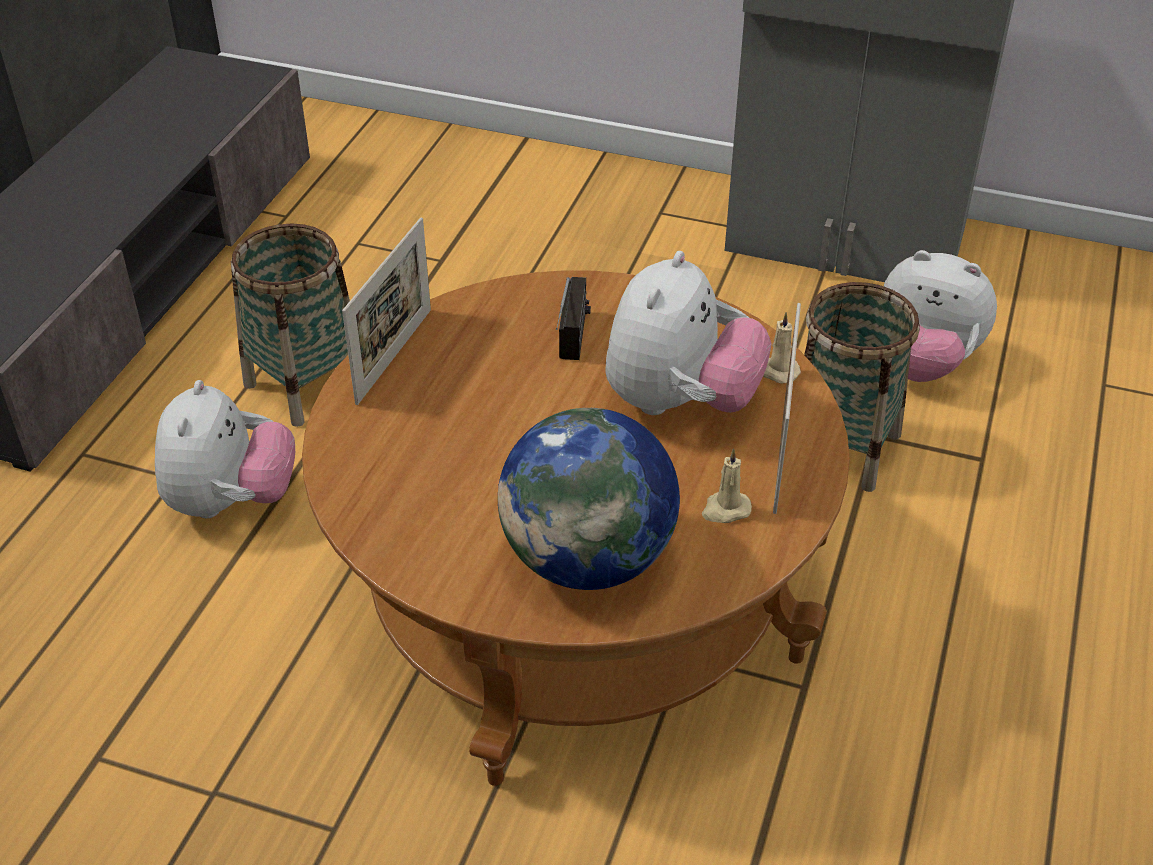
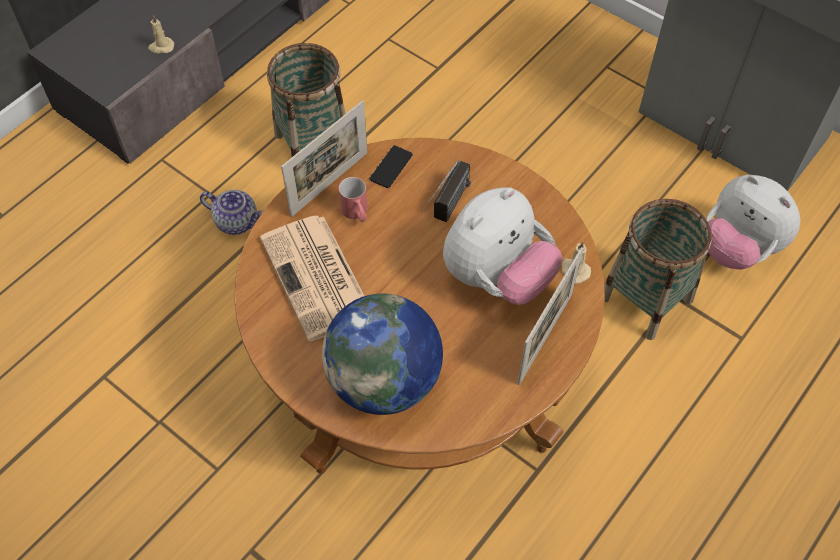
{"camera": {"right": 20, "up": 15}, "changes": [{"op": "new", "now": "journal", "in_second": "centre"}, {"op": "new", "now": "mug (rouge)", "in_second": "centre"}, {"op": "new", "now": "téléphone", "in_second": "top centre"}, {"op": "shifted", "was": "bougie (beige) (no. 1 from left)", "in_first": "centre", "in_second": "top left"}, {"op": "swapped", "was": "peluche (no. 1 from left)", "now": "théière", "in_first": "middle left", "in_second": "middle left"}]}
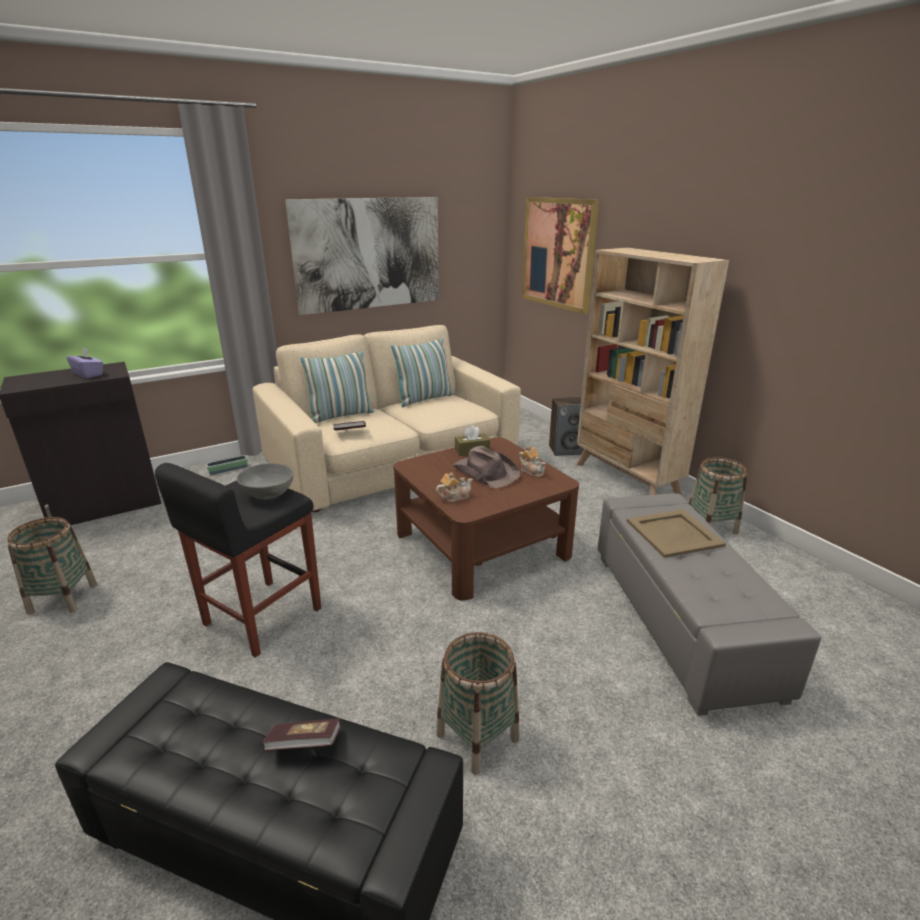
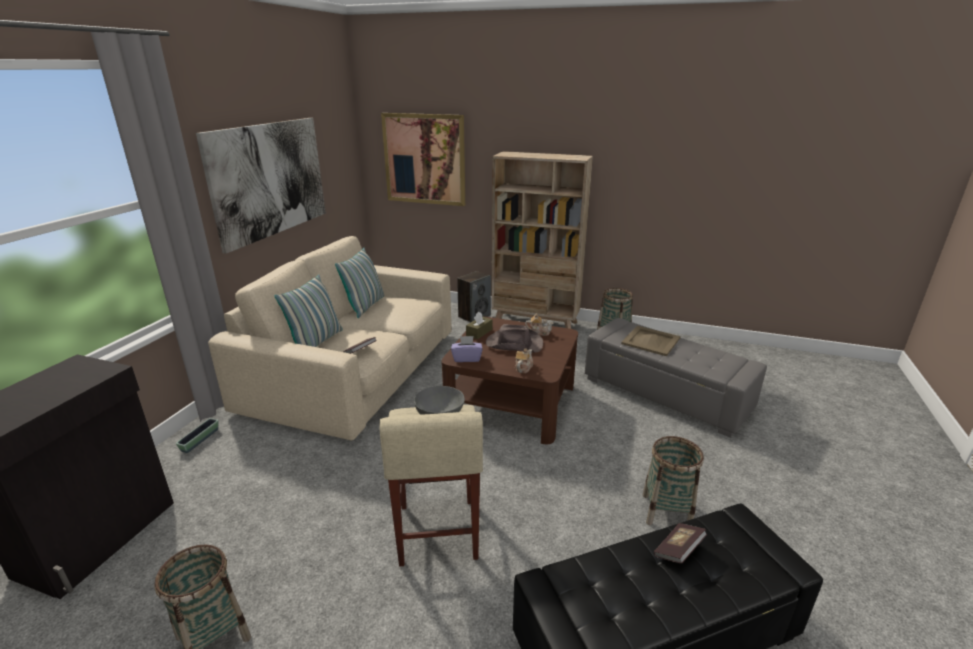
{"camera": {"right": -40, "up": 0}, "changes": [{"op": "shifted", "was": "boîte à mouchoirs (violet)", "in_first": "middle left", "in_second": "centre"}, {"op": "repainted", "was": "tabouret (noir)", "now": "tabouret (beige)", "in_first": "middle left", "in_second": "bottom centre"}]}
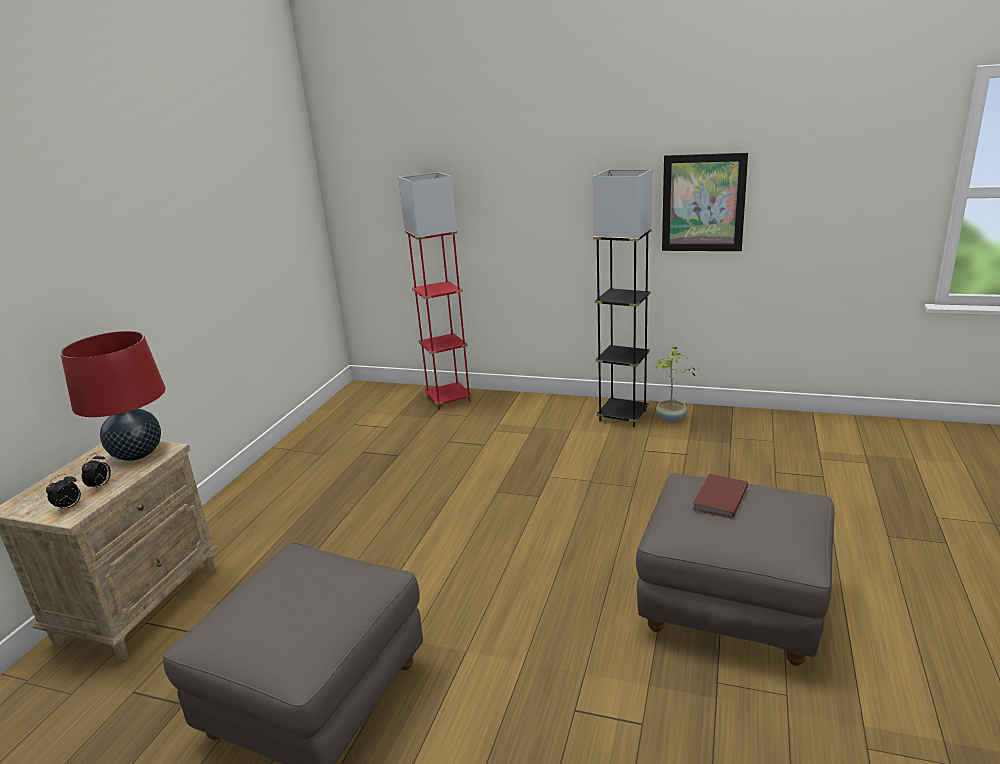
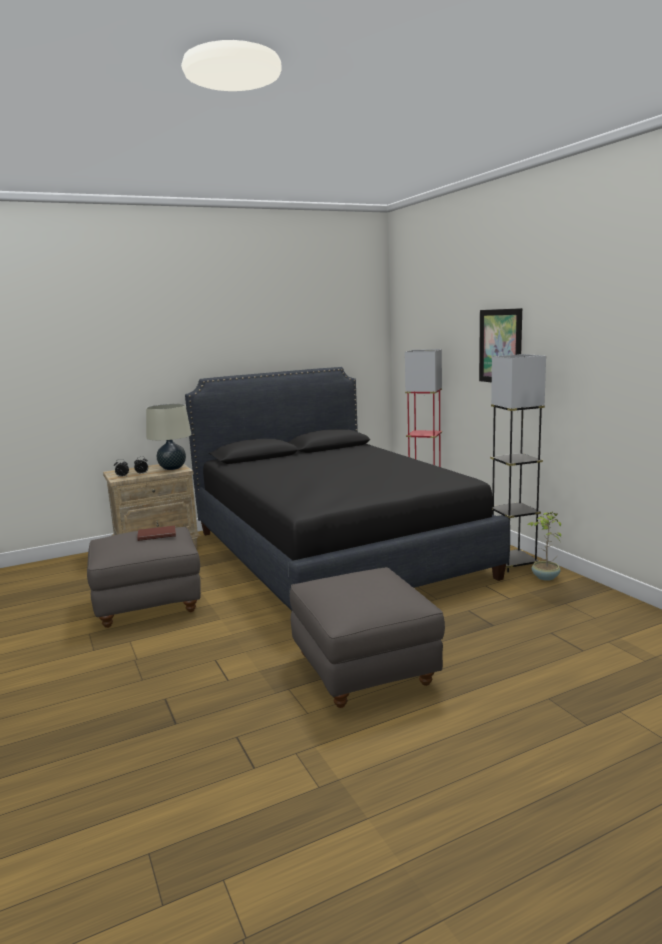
{"camera": {"right": 45, "up": -10}, "changes": [{"op": "new", "now": "lit (noir)", "in_second": "centre"}, {"op": "shifted", "was": "tableau", "in_first": "top right", "in_second": "middle right"}, {"op": "shifted", "was": "livre (marron)", "in_first": "middle right", "in_second": "middle left"}, {"op": "repainted", "was": "lampe de table (rouge)", "now": "lampe de table (beige)", "in_first": "middle left", "in_second": "middle left"}]}
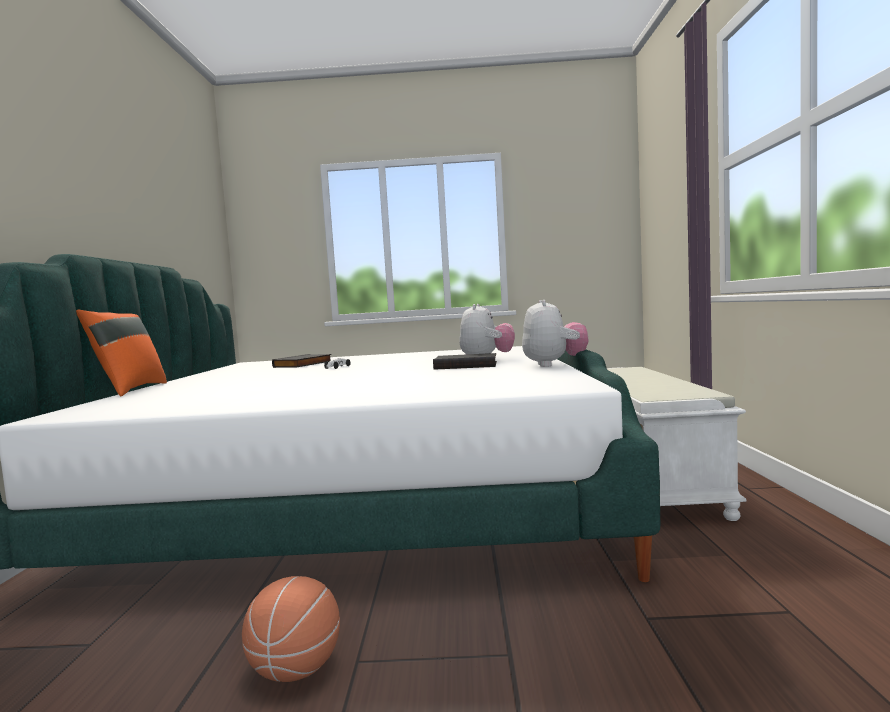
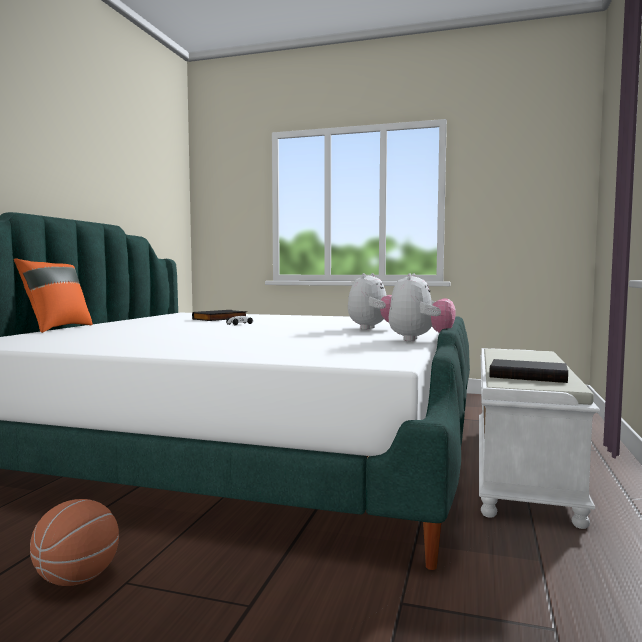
{"camera": {"right": 15, "up": 0}, "changes": [{"op": "shifted", "was": "livre (noir) (no. 2 from left)", "in_first": "centre", "in_second": "middle right"}]}
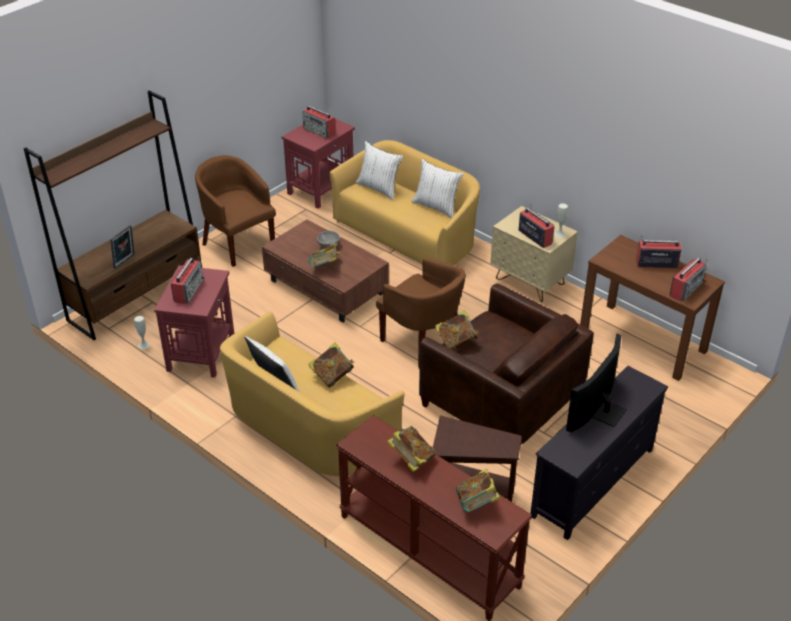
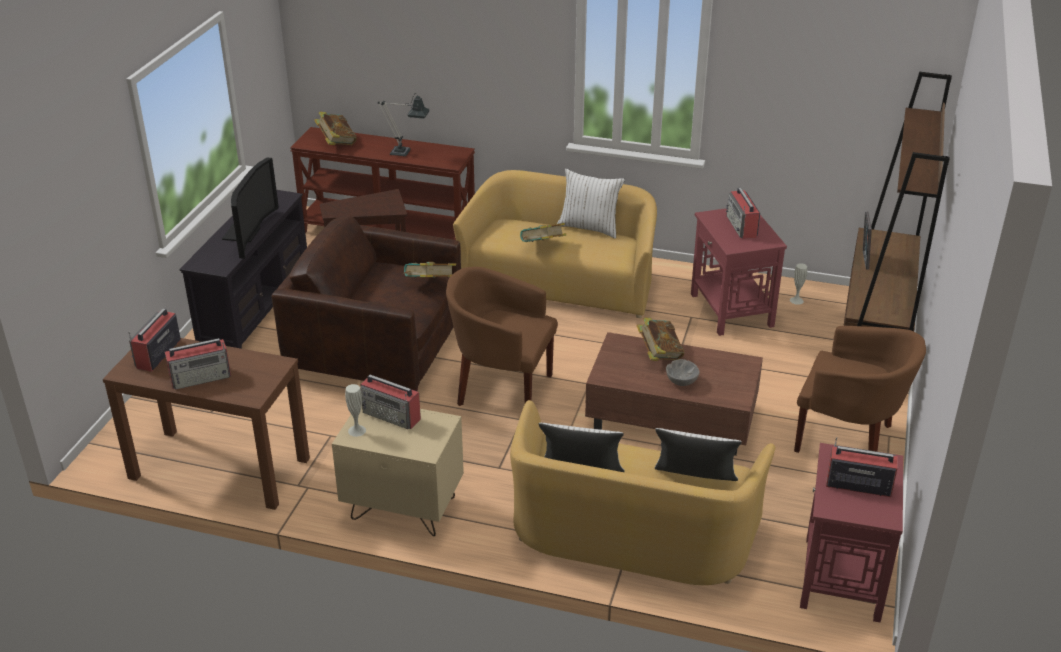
{"camera": {"right": 155, "up": -5}, "changes": [{"op": "swapped", "was": "livre (no. 3 from left)", "now": "lampe de table", "in_first": "bottom centre", "in_second": "top centre"}]}
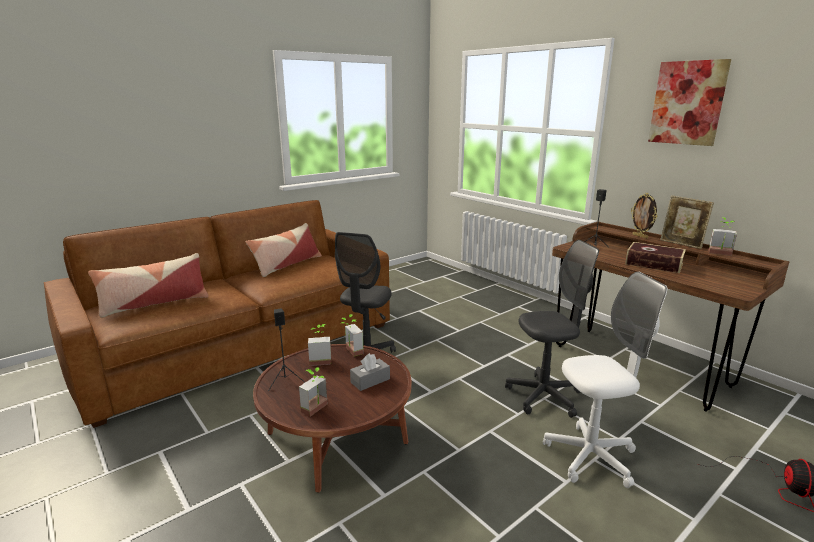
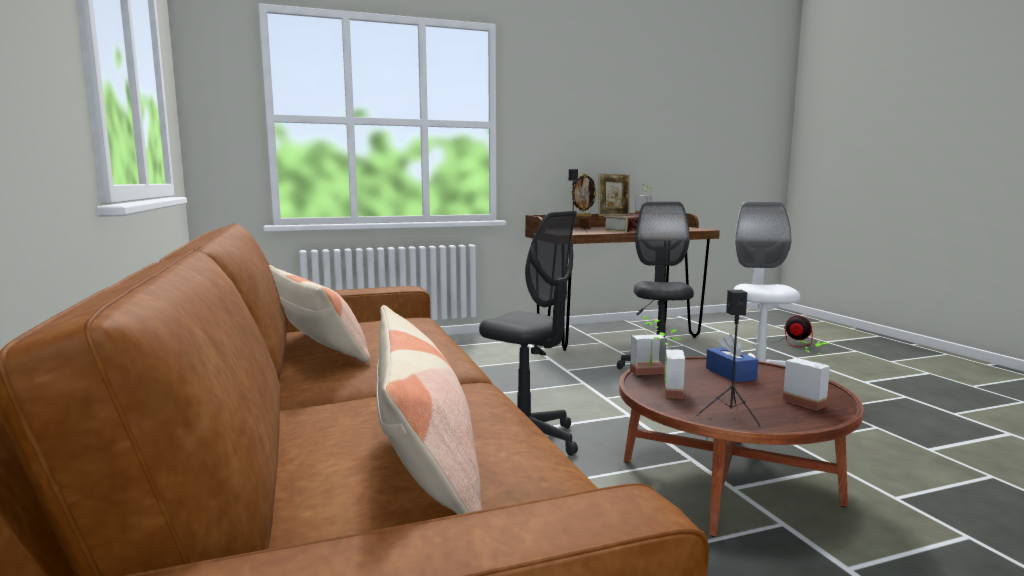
{"camera": {"right": -70, "up": -10}, "changes": [{"op": "gone", "was": "tableau", "in_first": "top right"}, {"op": "repainted", "was": "boîte à mouchoirs (gris)", "now": "boîte à mouchoirs (bleu)", "in_first": "bottom centre", "in_second": "middle right"}]}
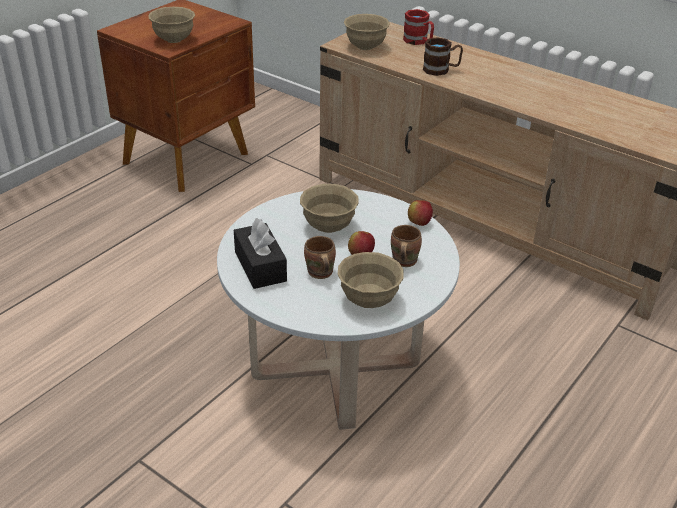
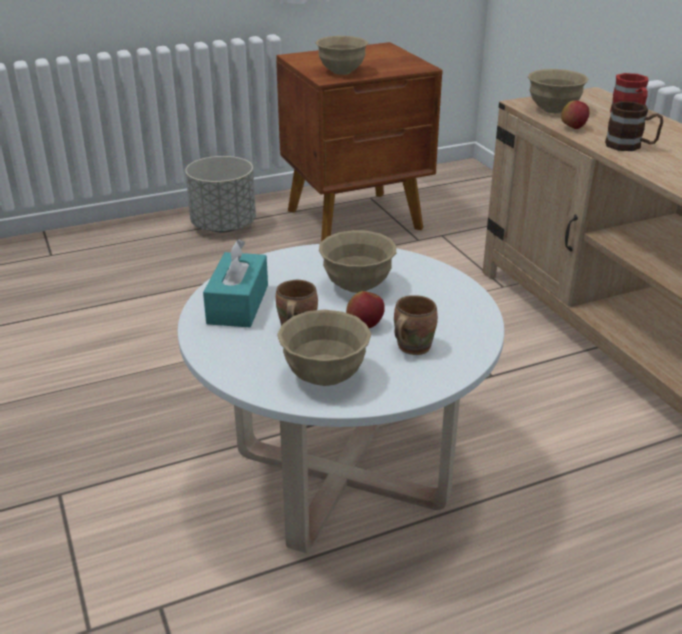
{"camera": {"right": 30, "up": -5}, "changes": [{"op": "new", "now": "cache-pot (gris)", "in_second": "top left"}, {"op": "shifted", "was": "pomme (no. 2 from left)", "in_first": "centre", "in_second": "top right"}, {"op": "repainted", "was": "boîte à mouchoirs (noir)", "now": "boîte à mouchoirs (turquoise)", "in_first": "centre", "in_second": "centre"}]}
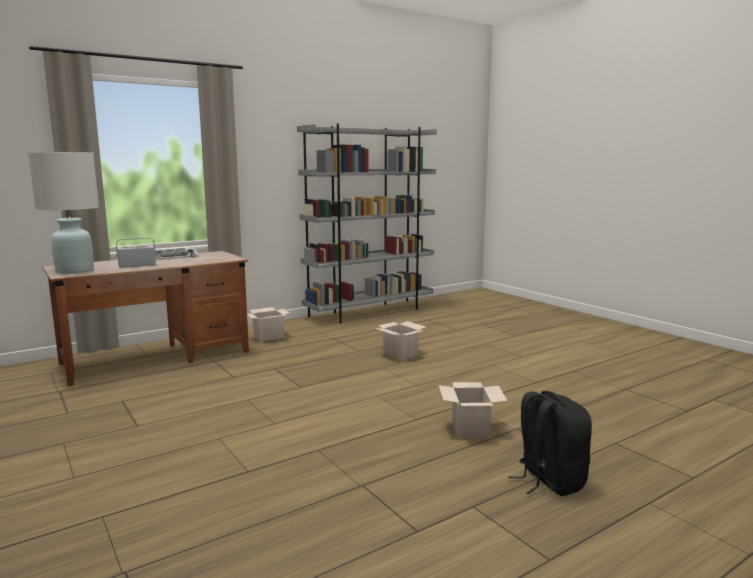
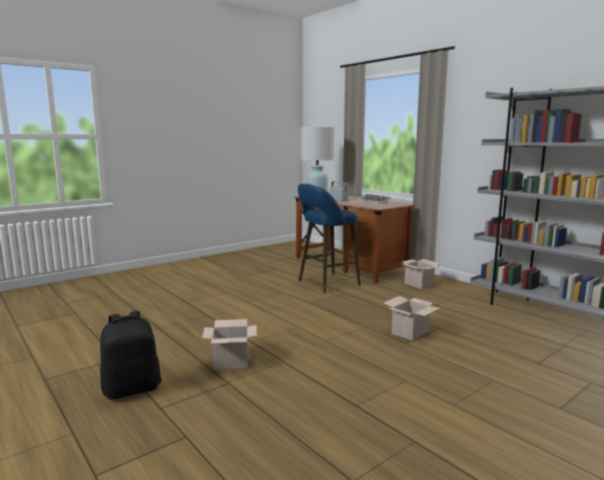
{"camera": {"right": 85, "up": 0}, "changes": [{"op": "new", "now": "tabouret (bleu)", "in_second": "centre"}]}
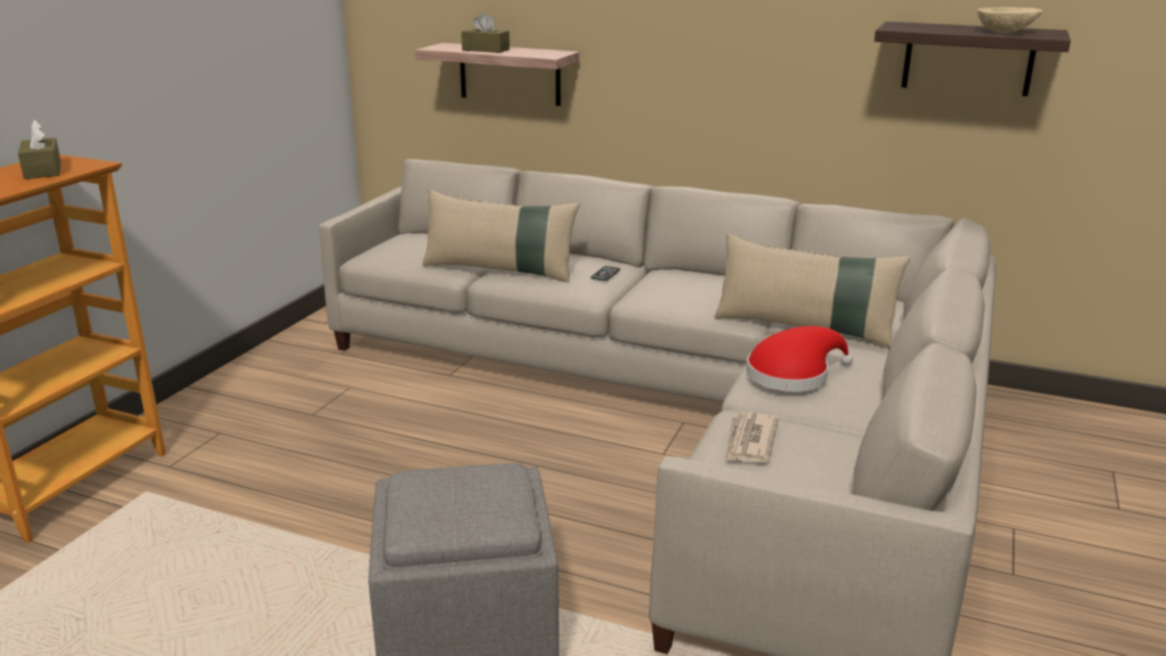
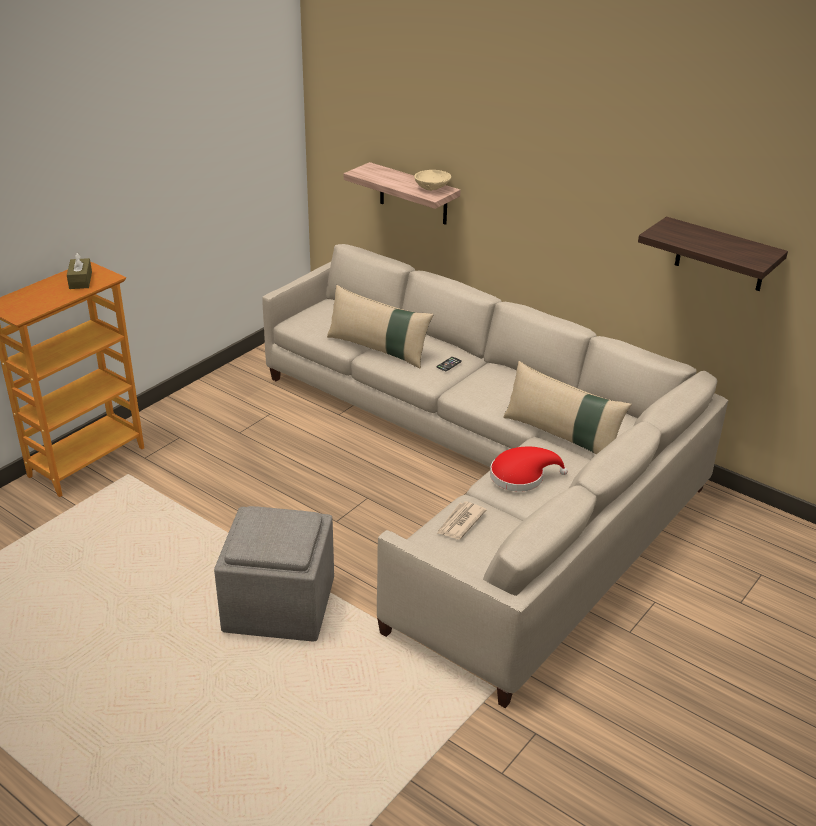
{"camera": {"right": 15, "up": 10}, "changes": [{"op": "gone", "was": "boîte à mouchoirs (marron) (no. 2 from left)", "in_first": "top centre"}, {"op": "shifted", "was": "bol (beige)", "in_first": "top right", "in_second": "top centre"}]}
